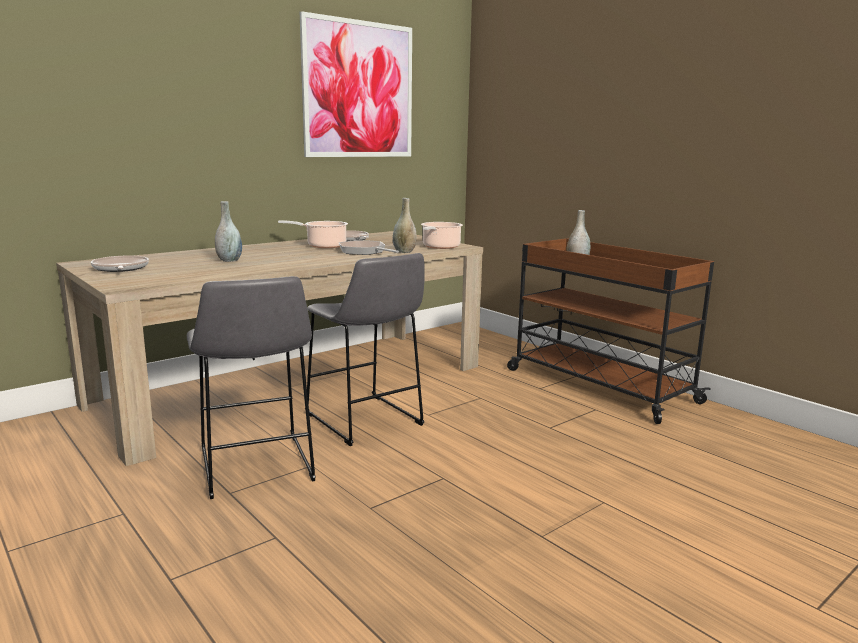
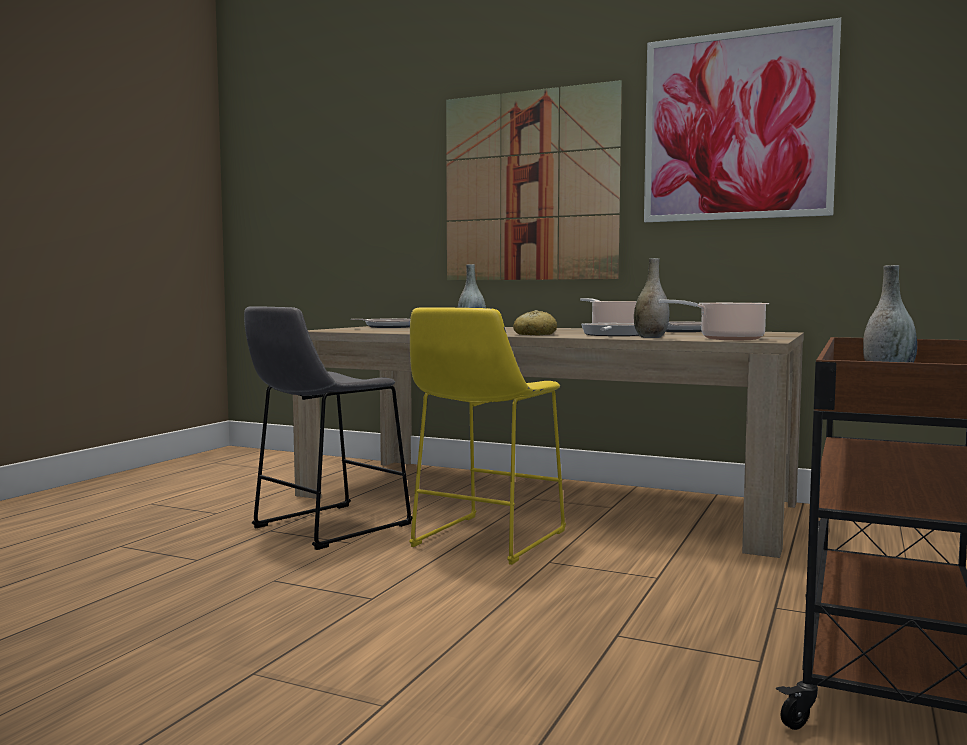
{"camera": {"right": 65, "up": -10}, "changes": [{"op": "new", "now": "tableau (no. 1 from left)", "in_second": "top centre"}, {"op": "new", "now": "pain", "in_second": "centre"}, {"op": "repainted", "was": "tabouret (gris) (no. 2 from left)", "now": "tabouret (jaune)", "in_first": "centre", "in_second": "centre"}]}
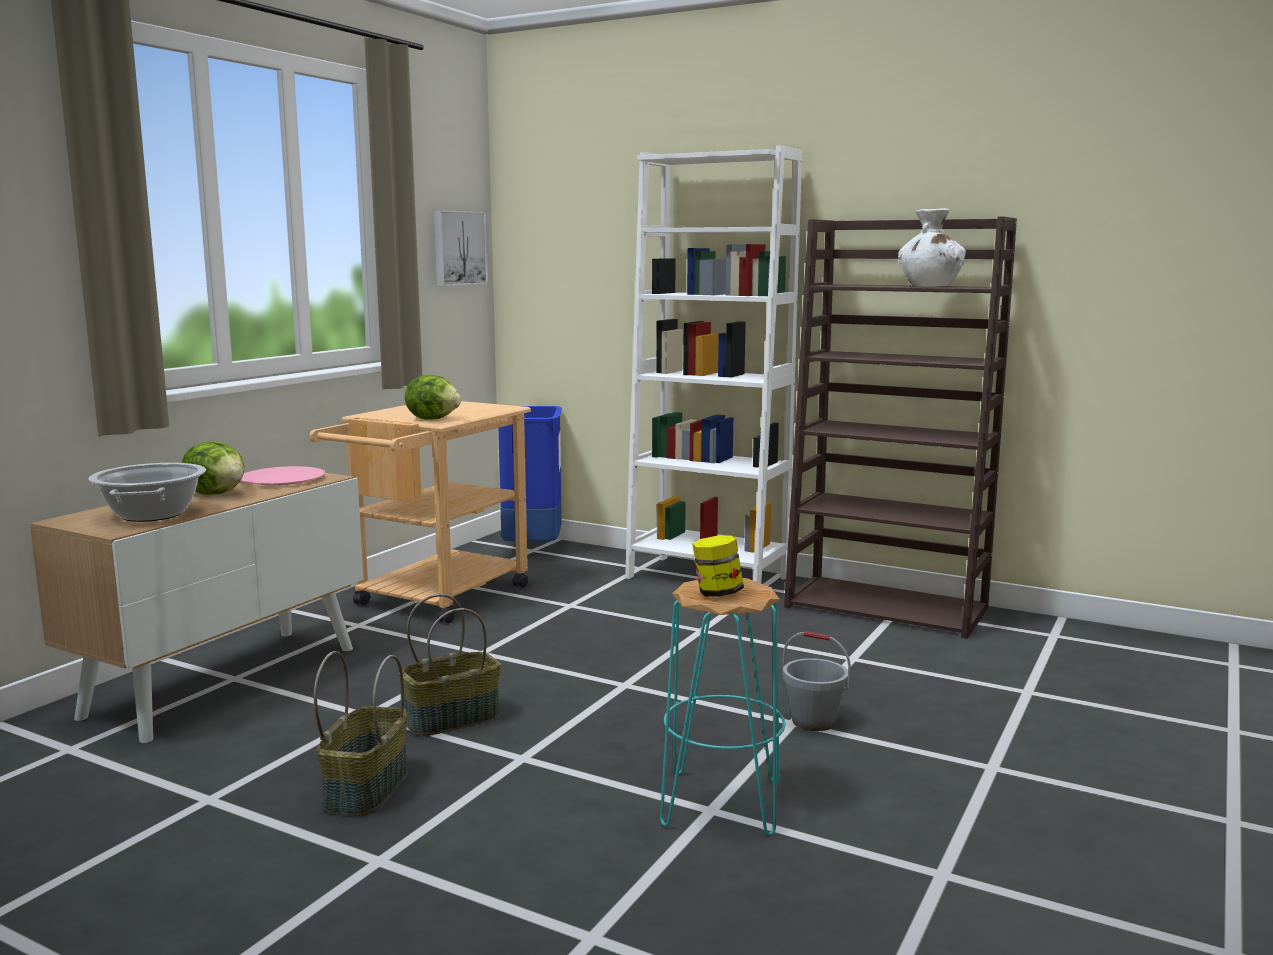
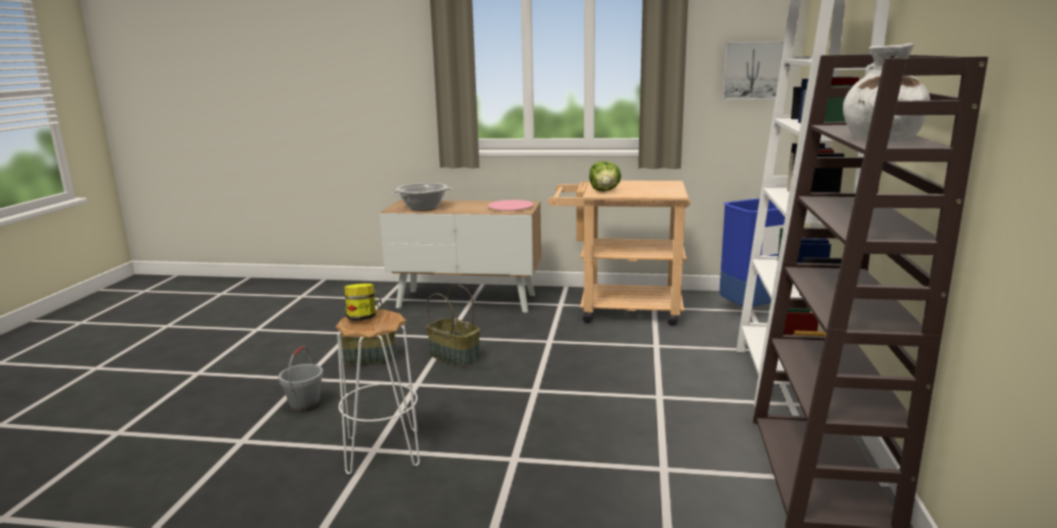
{"camera": {"right": 70, "up": 5}, "changes": [{"op": "gone", "was": "laitue (no. 1 from left)", "in_first": "middle left"}, {"op": "shifted", "was": "seau (gris)", "in_first": "bottom centre", "in_second": "bottom left"}, {"op": "repainted", "was": "tabouret (turquoise)", "now": "tabouret (blanc)", "in_first": "bottom centre", "in_second": "bottom centre"}]}
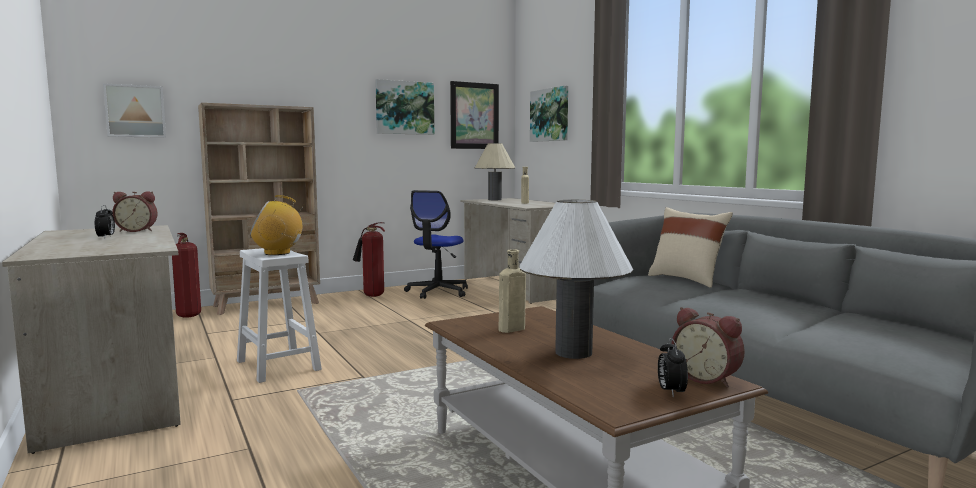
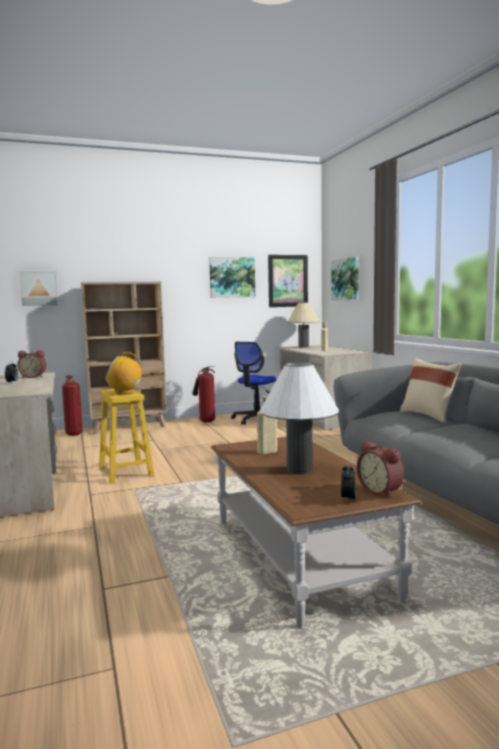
{"camera": {"right": 10, "up": 0}, "changes": [{"op": "repainted", "was": "tabouret (blanc)", "now": "tabouret (jaune)", "in_first": "middle left", "in_second": "middle left"}]}
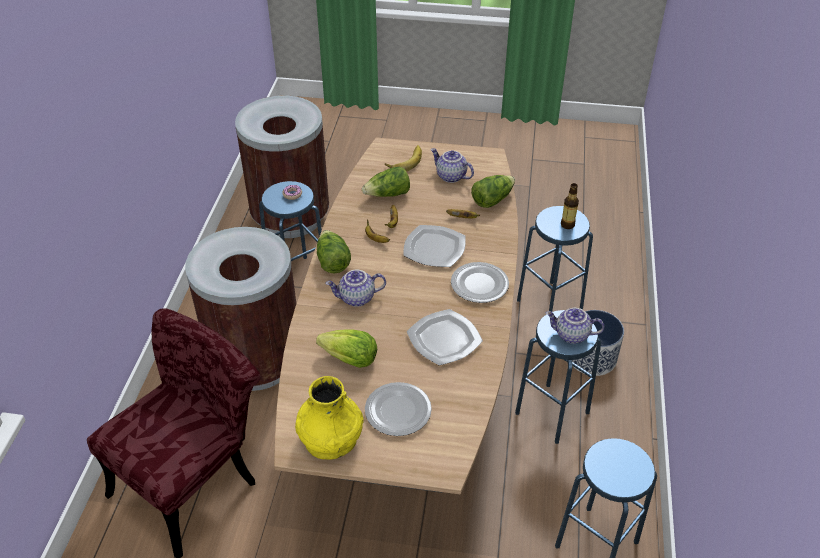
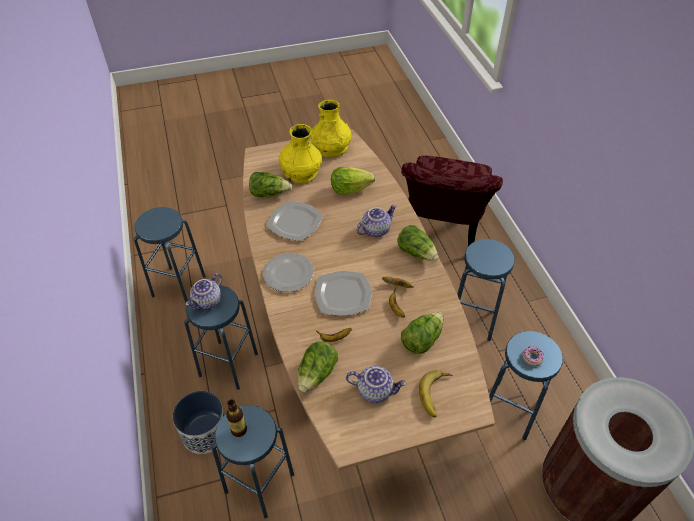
{"camera": {"right": 155, "up": 5}, "changes": [{"op": "new", "now": "laitue (no. 1 from left)", "in_second": "centre"}, {"op": "swapped", "was": "poubelle (marron) (no. 1 from left)", "now": "tabouret (bleu) (no. 4 from left)", "in_first": "middle left", "in_second": "middle right"}, {"op": "swapped", "was": "assiette (no. 1 from left)", "now": "vase (jaune) (no. 1 from left)", "in_first": "bottom centre", "in_second": "top centre"}, {"op": "rotated", "was": "théière (no. 3 from left in the first image)", "in_first": "middle right", "in_second": "middle left", "clockwise": 135}]}
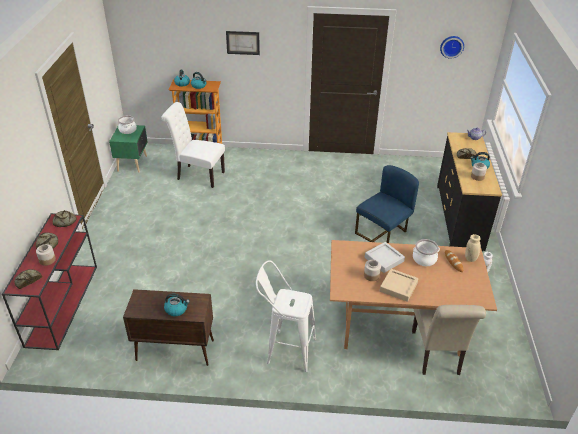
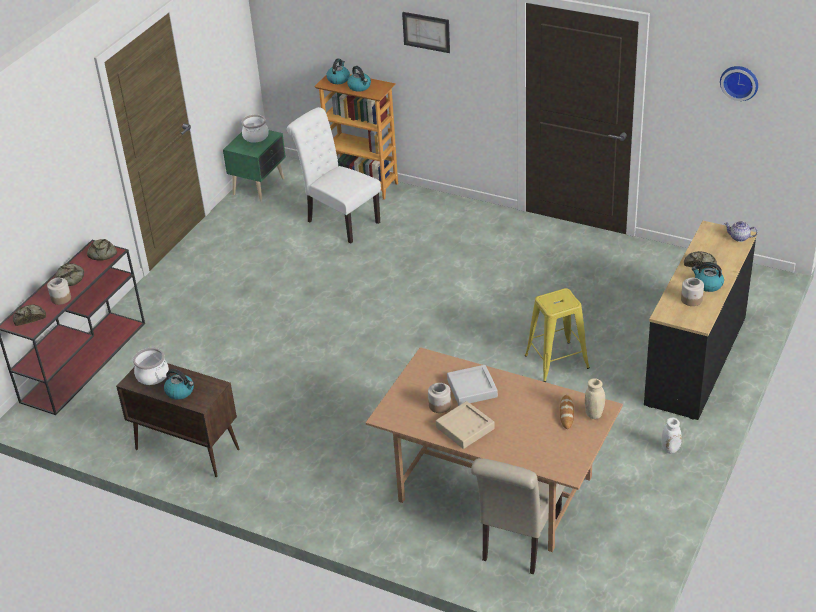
{"camera": {"right": 25, "up": 0}, "changes": [{"op": "gone", "was": "tabouret (blanc)", "in_first": "bottom centre"}, {"op": "shifted", "was": "marmite (no. 2 from left in the first image)", "now": "marmite (no. 1 from left)", "in_first": "middle right", "in_second": "middle left"}, {"op": "swapped", "was": "chaise (bleu)", "now": "tabouret (jaune)", "in_first": "middle right", "in_second": "middle right"}]}
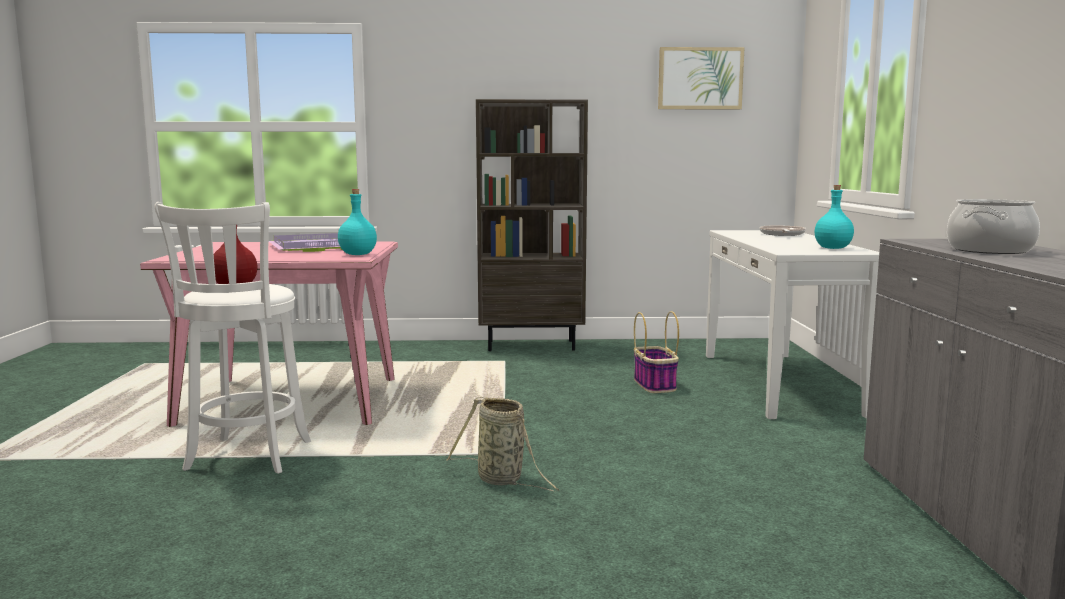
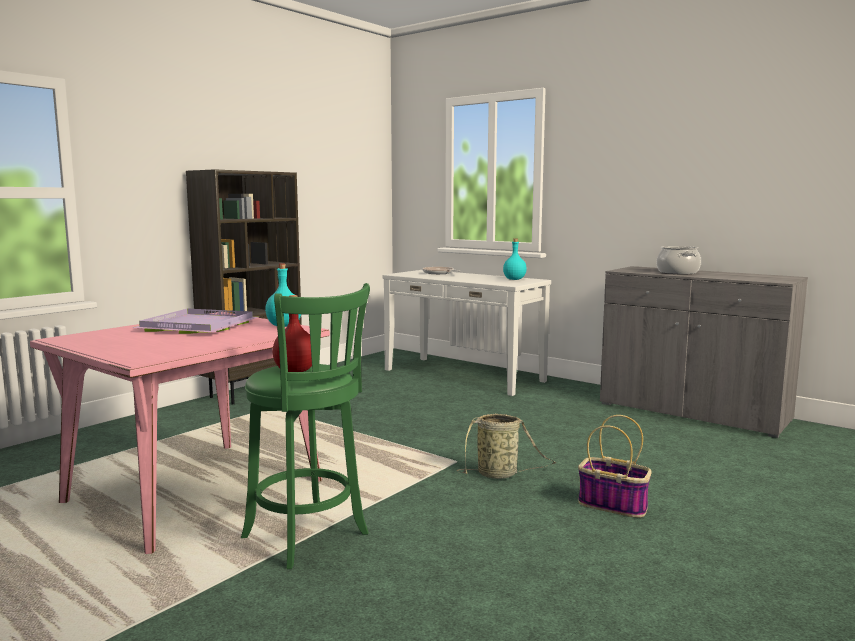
{"camera": {"right": -50, "up": 0}, "changes": [{"op": "gone", "was": "tableau", "in_first": "top centre"}, {"op": "shifted", "was": "panier (no. 2 from left)", "in_first": "centre", "in_second": "bottom right"}, {"op": "repainted", "was": "tabouret (blanc)", "now": "tabouret (vert)", "in_first": "middle left", "in_second": "centre"}]}
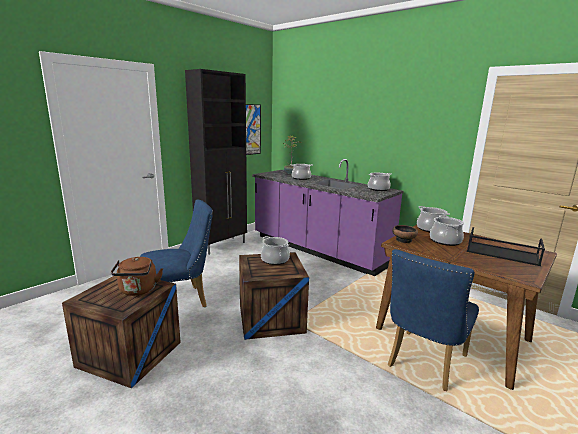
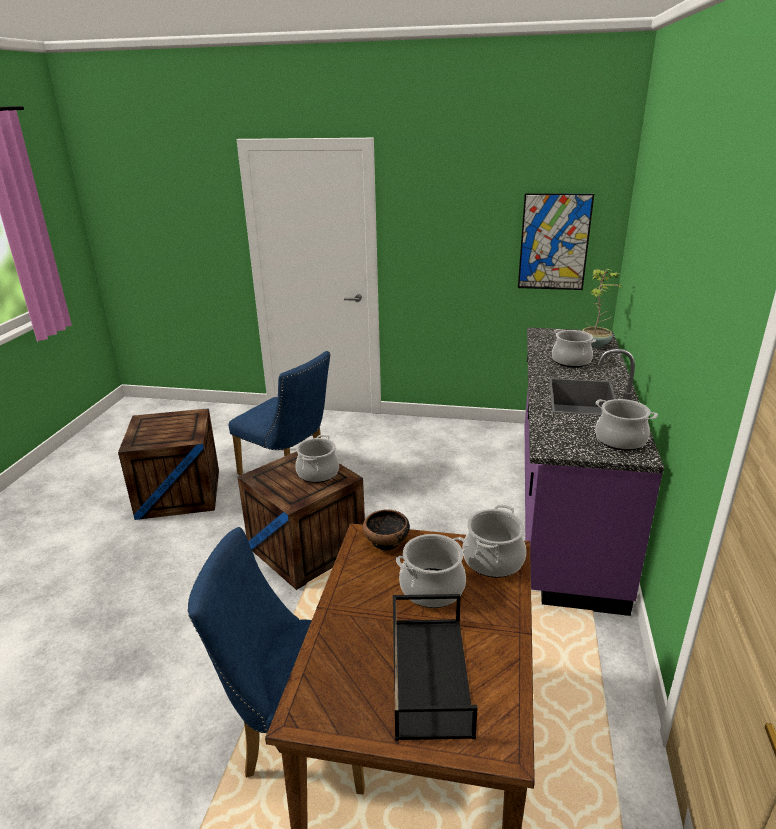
{"camera": {"right": 60, "up": 10}, "changes": [{"op": "gone", "was": "bouilloire (marron)", "in_first": "middle left"}, {"op": "gone", "was": "meuble de rangement (noir)", "in_first": "centre"}]}
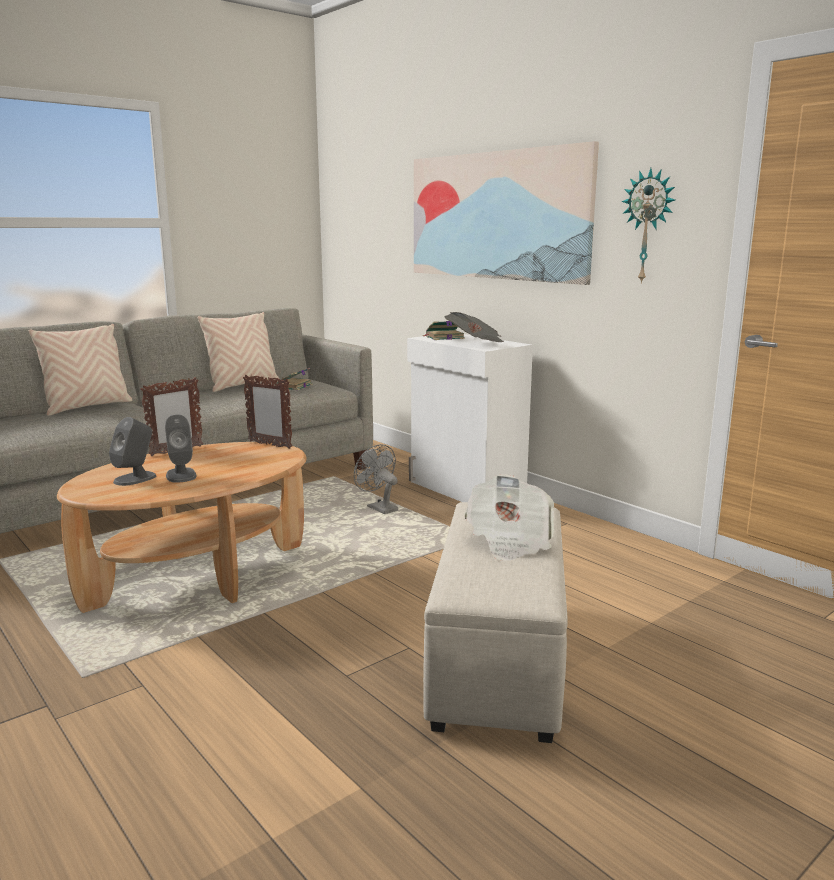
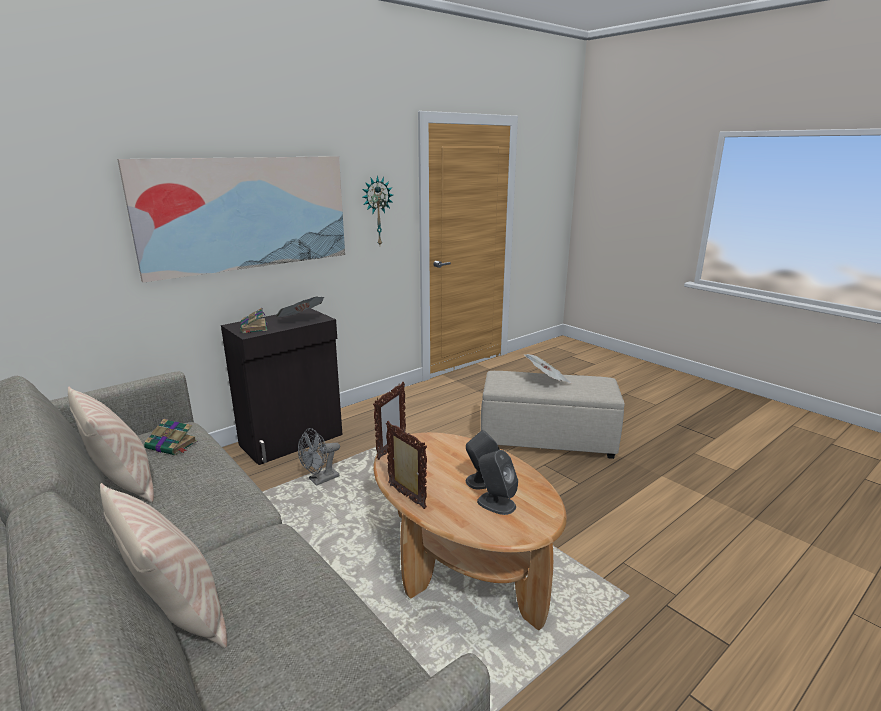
{"camera": {"right": -90, "up": 5}, "changes": [{"op": "repainted", "was": "meuble de rangement (blanc)", "now": "meuble de rangement (noir)", "in_first": "centre", "in_second": "middle left"}]}
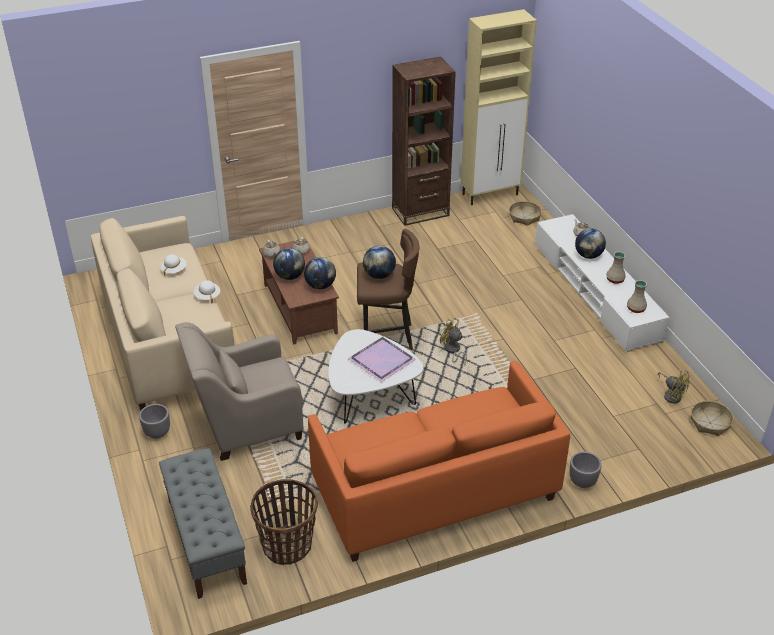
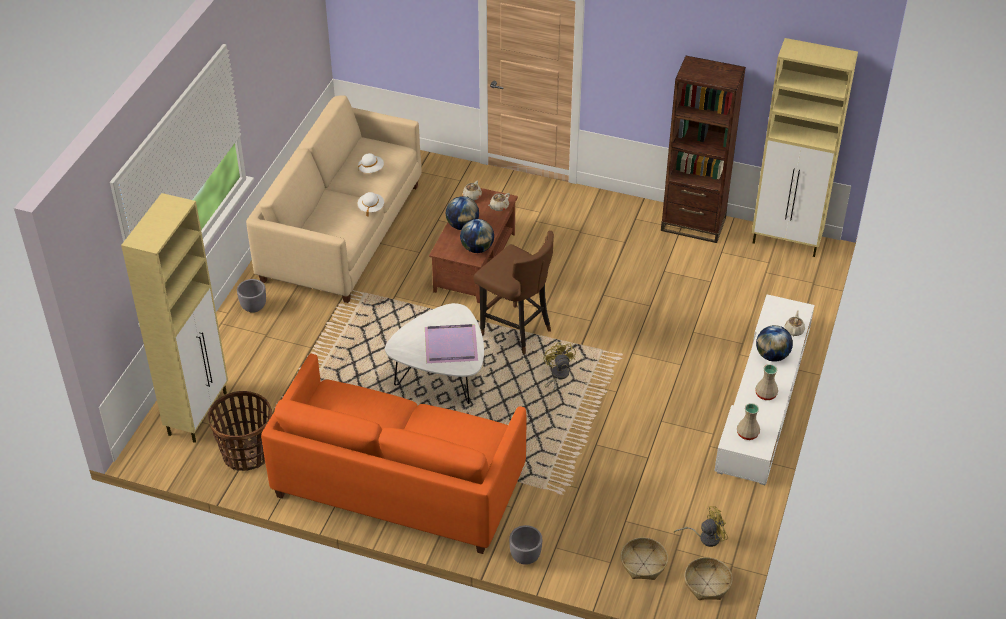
{"camera": {"right": 40, "up": 5}, "changes": [{"op": "gone", "was": "fauteuil (beige)", "in_first": "middle left"}, {"op": "gone", "was": "globe (no. 3 from left)", "in_first": "centre"}, {"op": "shifted", "was": "panier (no. 2 from left)", "in_first": "middle right", "in_second": "bottom centre"}, {"op": "swapped", "was": "banc (gris)", "now": "meuble de rangement (beige) (no. 1 from left)", "in_first": "bottom left", "in_second": "middle left"}, {"op": "rotated", "was": "ventilateur (jaune) (no. 2 from left)", "in_first": "middle right", "in_second": "bottom right", "clockwise": -105}]}
